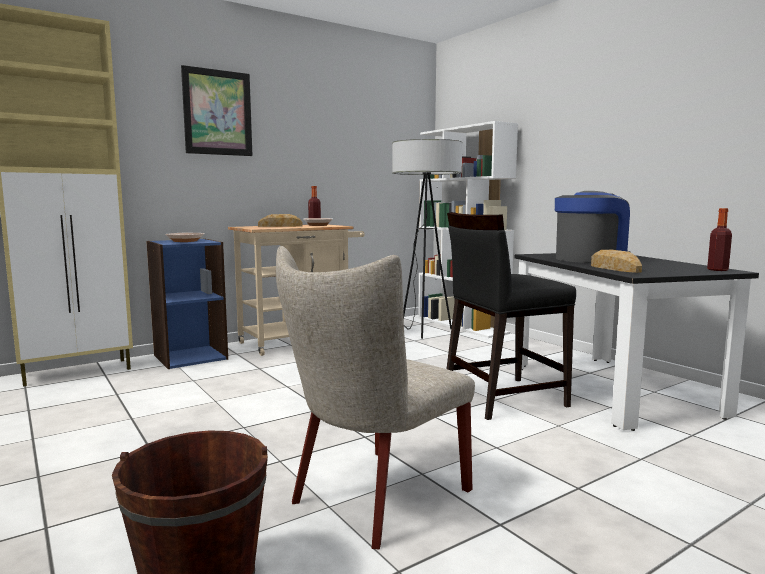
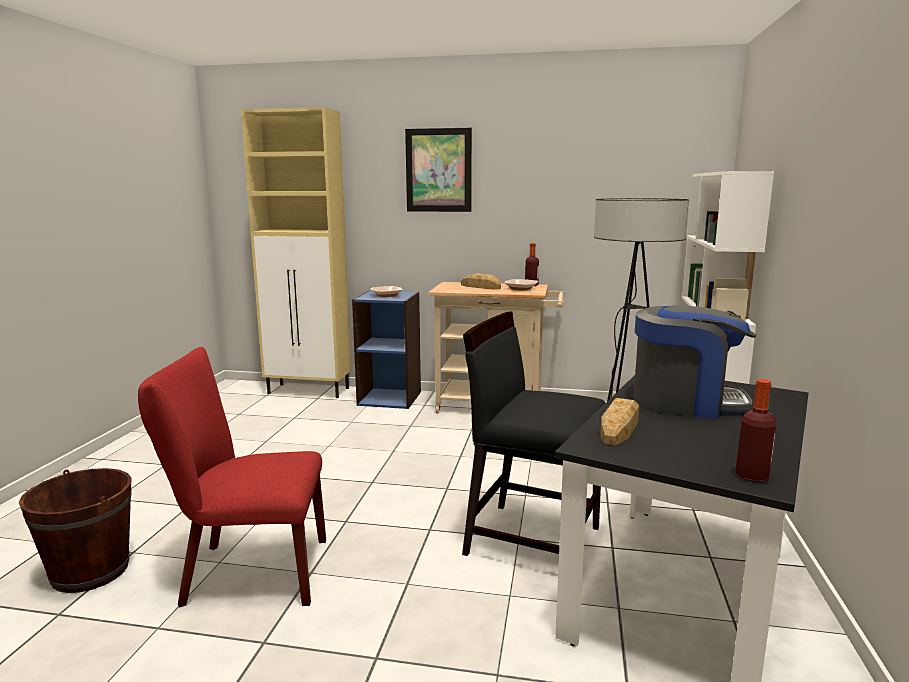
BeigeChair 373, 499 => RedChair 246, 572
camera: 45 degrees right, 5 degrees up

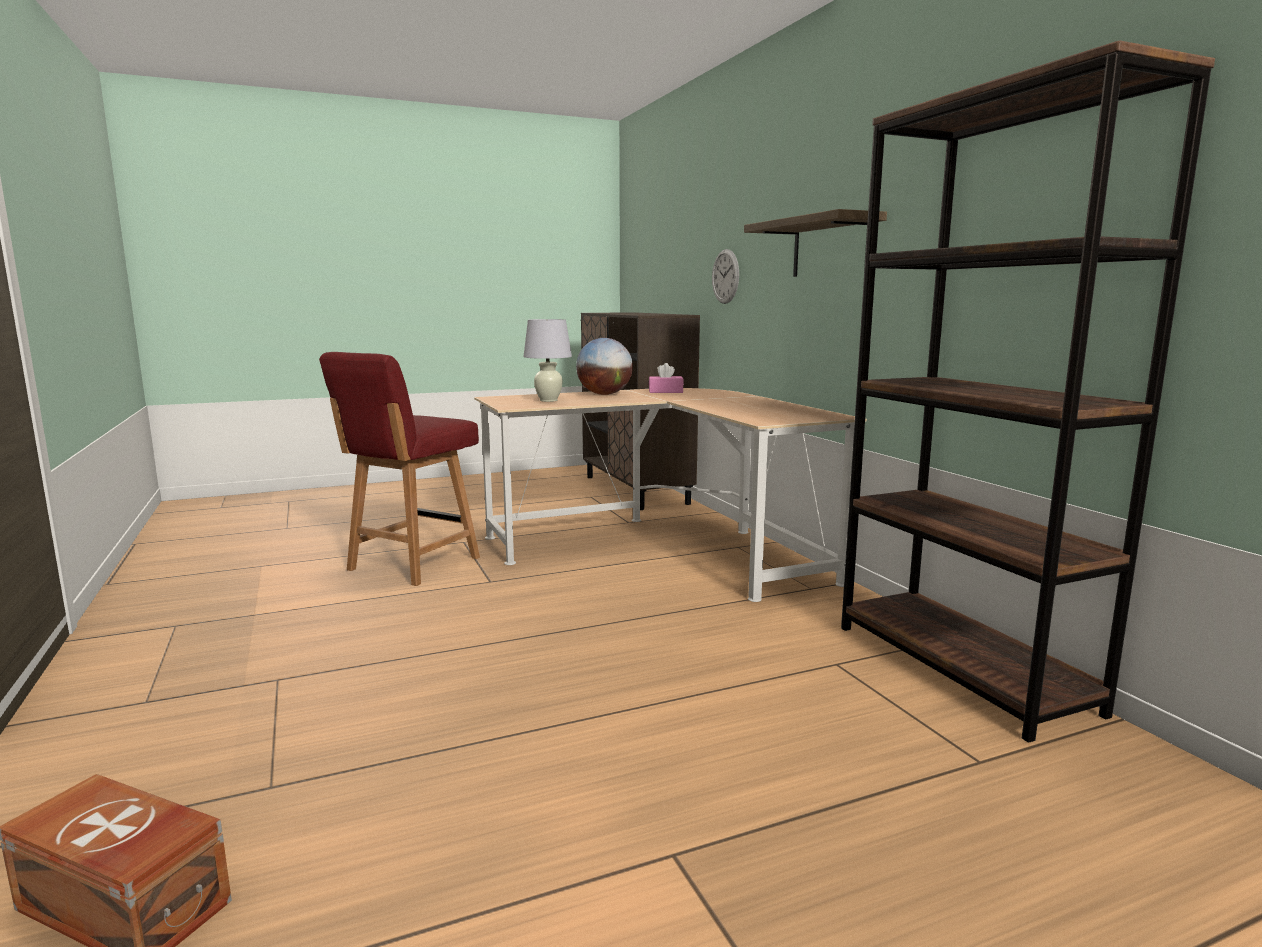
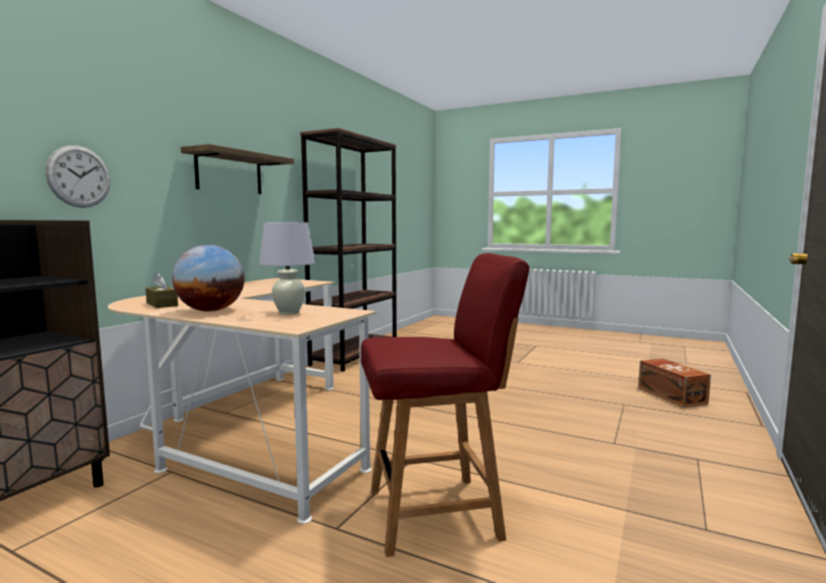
PinkTissueBox 665, 391 => BrownTissueBox 162, 304
camera: 130 degrees left, 5 degrees down

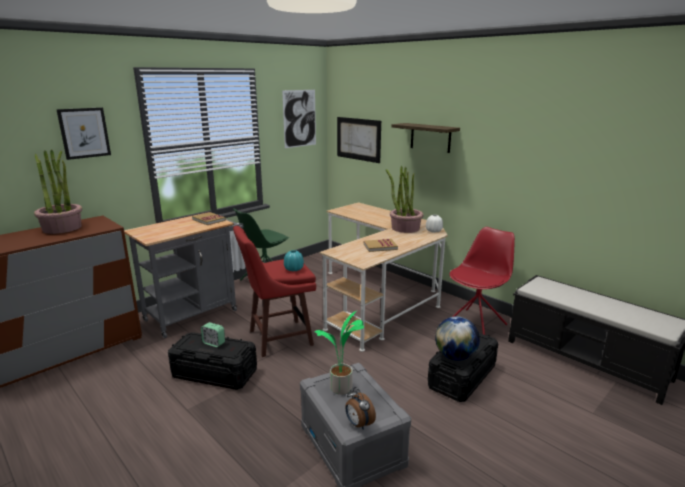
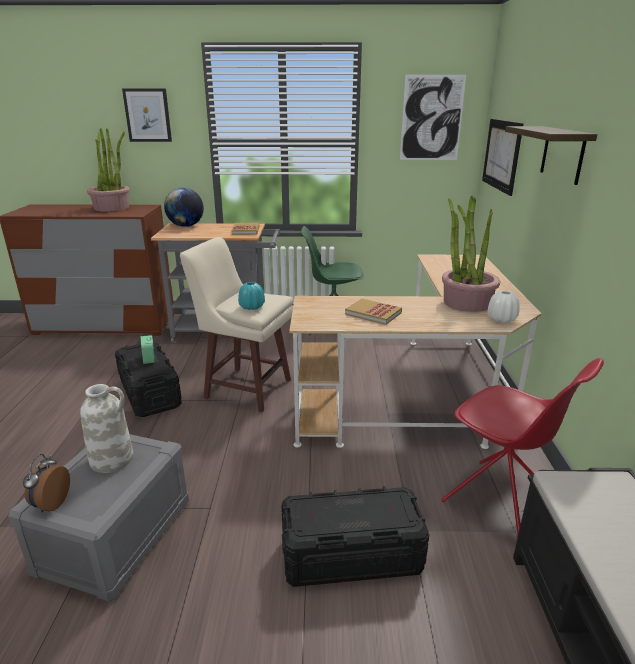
PottedPlant 341, 389 => WhiteVase 112, 459
Globe 455, 356 => Globe 186, 226, move
RedStool 278, 338 => BeigeStool 246, 388
RedChair 476, 324 => RedChair 500, 502, 45 degrees clockwise
camera: 45 degrees right, 5 degrees up

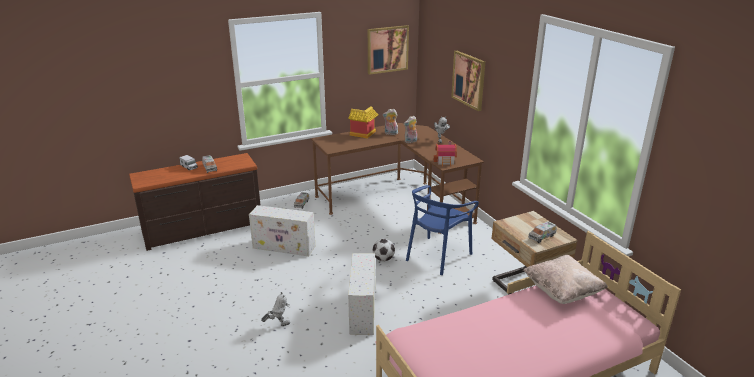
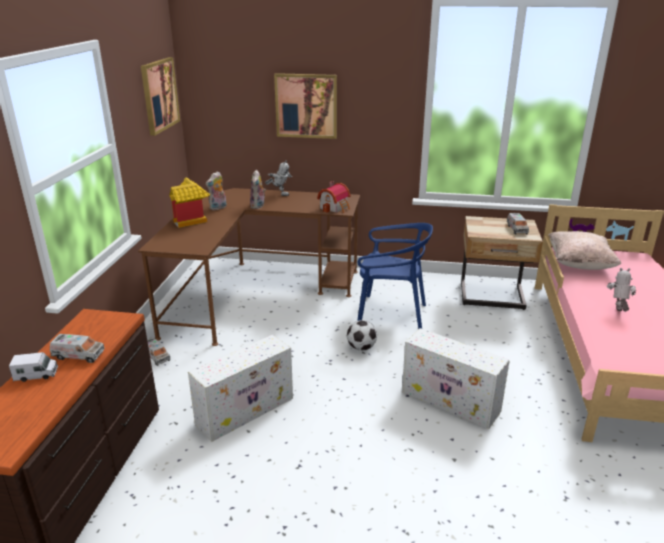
BlueChair 437, 256 => BlueChair 390, 314, 60 degrees counterclockwise
ToyRobot 278, 324 => ToyRobot 617, 312, move
camera: 55 degrees left, 0 degrees up

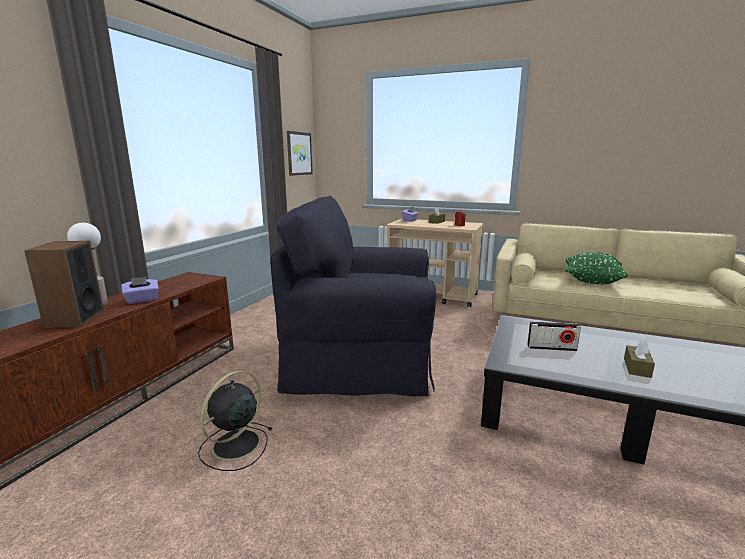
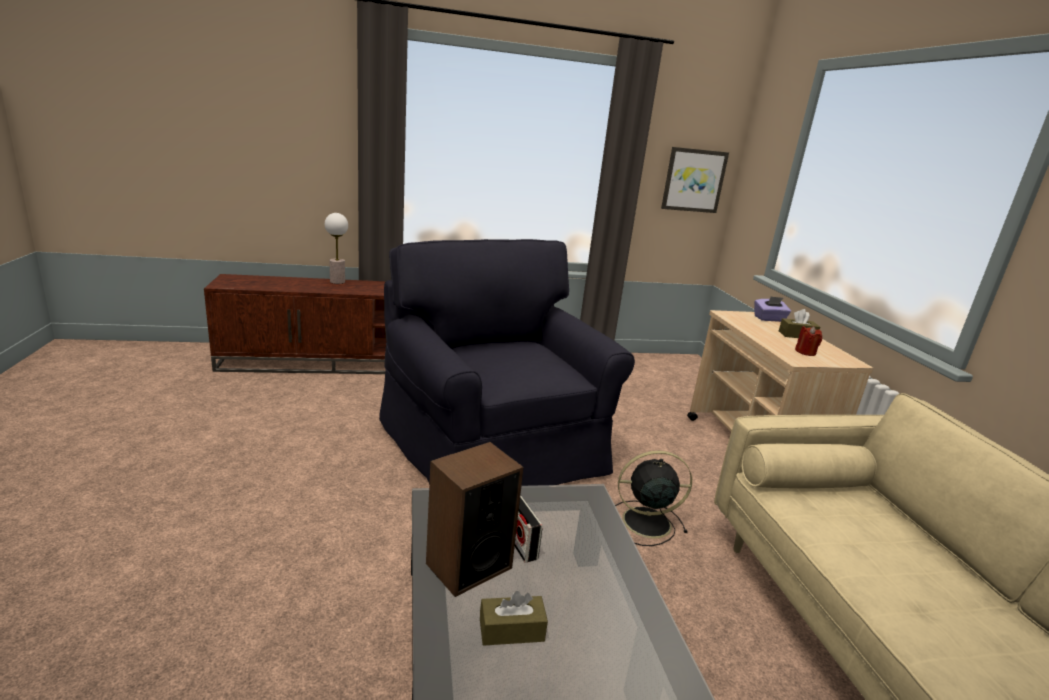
Speaker 74, 319 => Speaker 468, 565, move
BlackFan 234, 446 => BlackFan 644, 522, move
PurpleTissueBox 142, 300 => nothing
GreenPillow 592, 281 => nothing
camera: 55 degrees right, 5 degrees up

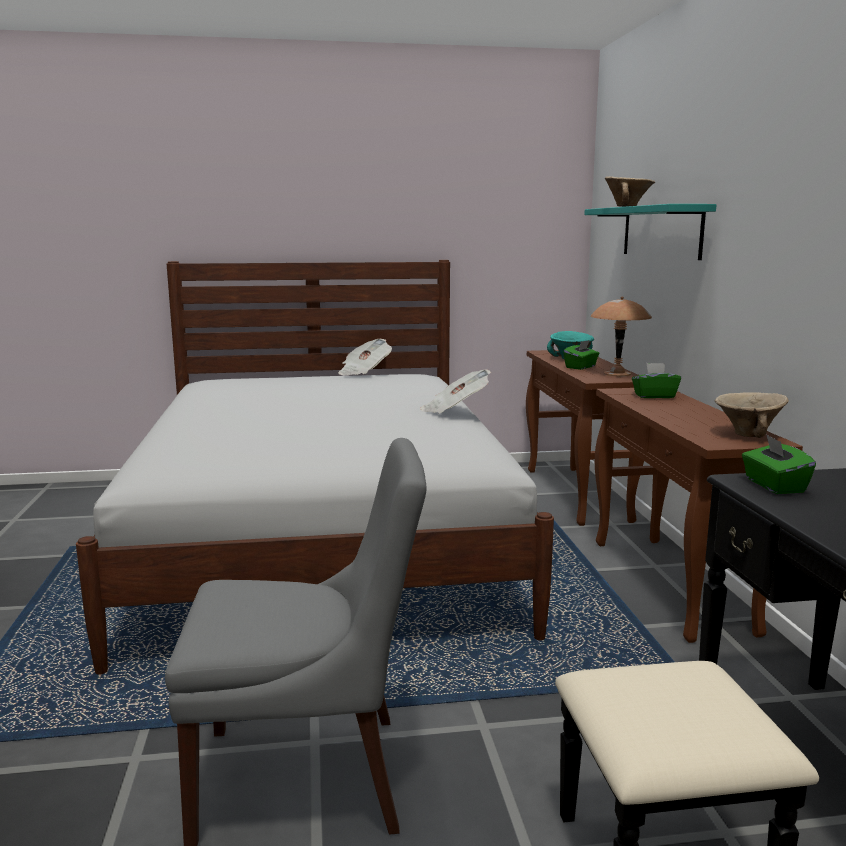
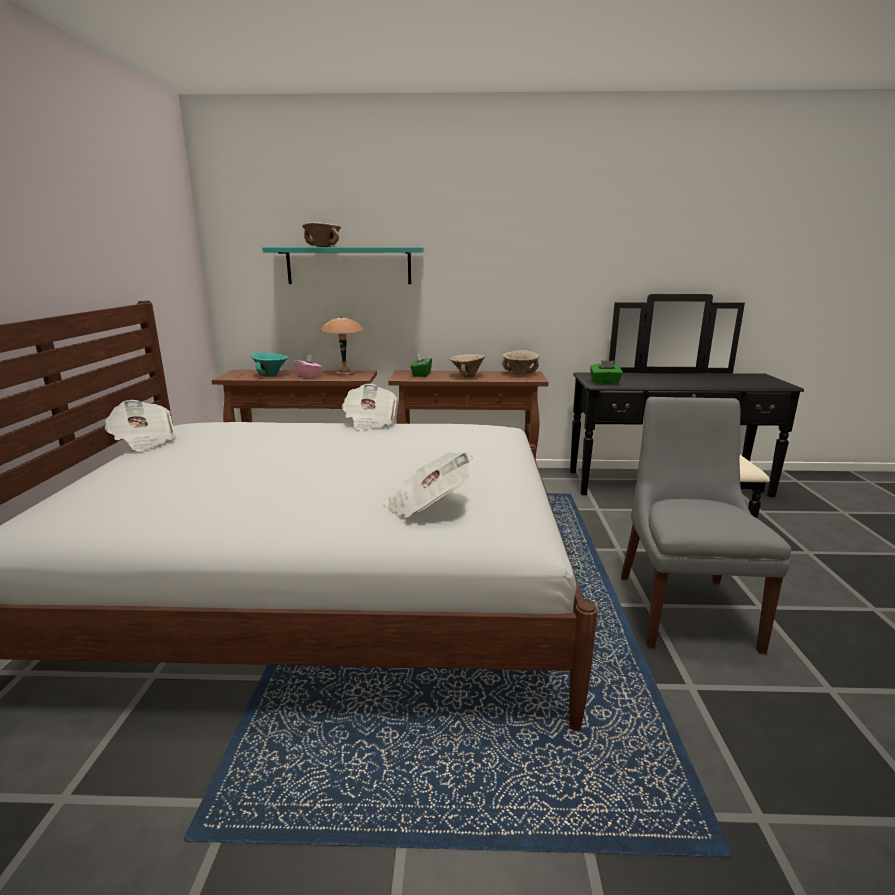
GreenTissueBox 581, 367 => PinkTissueBox 309, 376
nothing => Newspaper 427, 505
nothing => BeigeBowl 466, 376
camera: 80 degrees left, 5 degrees up

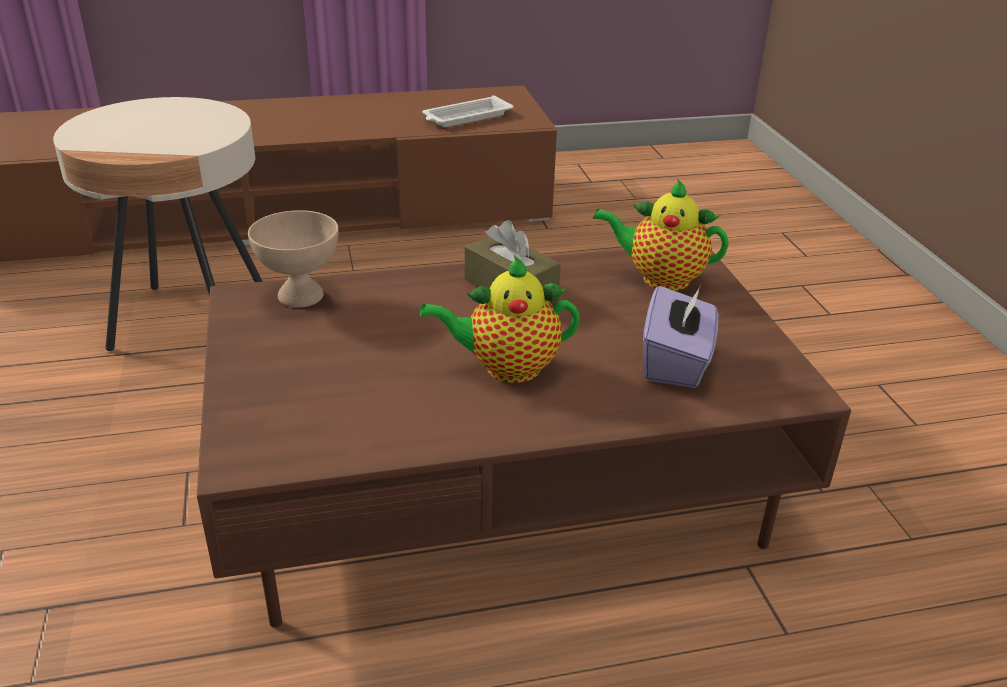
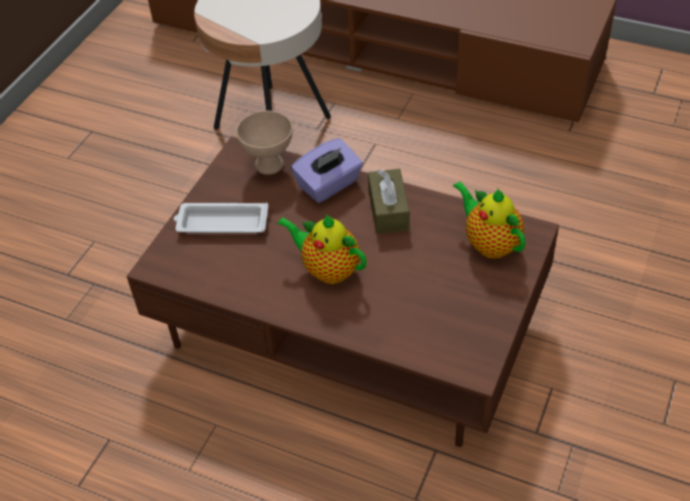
WhiteTray 466, 117 => WhiteTray 221, 223, move
PurpleTissueBox 676, 363 => PurpleTissueBox 329, 185, move
camera: 40 degrees right, 15 degrees up

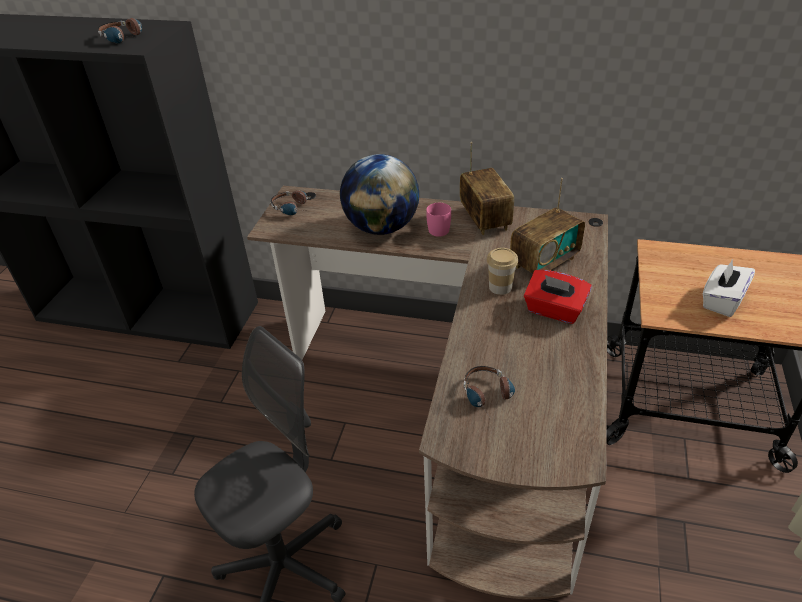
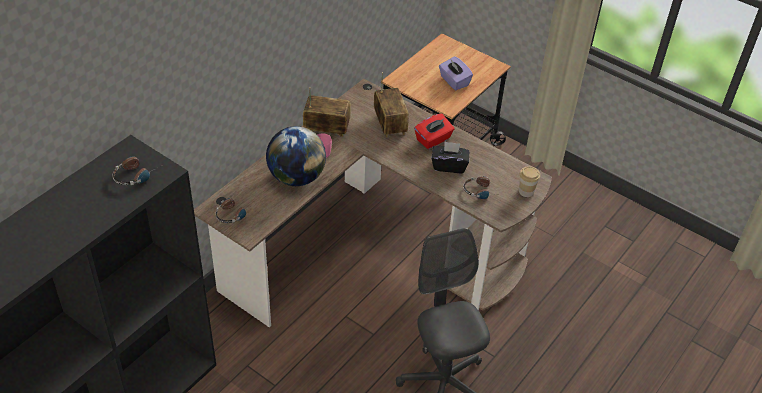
nothing => BlackTissueBox 449, 166
WhiteTissueBox 722, 300 => PurpleTissueBox 454, 81
Cup 500, 287 => Cup 526, 191, move
camera: 70 degrees left, 5 degrees up

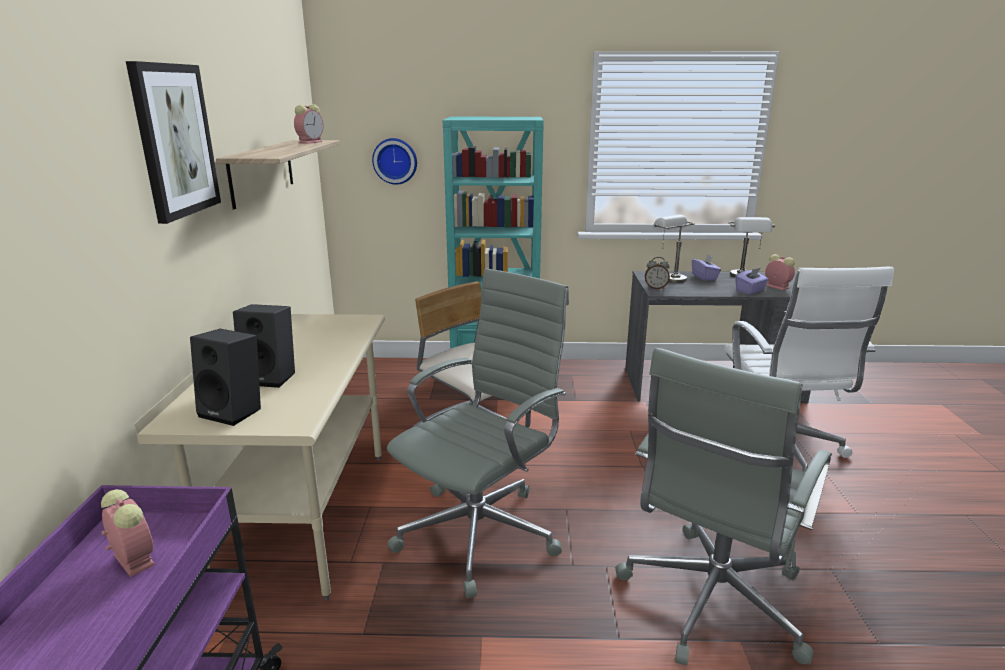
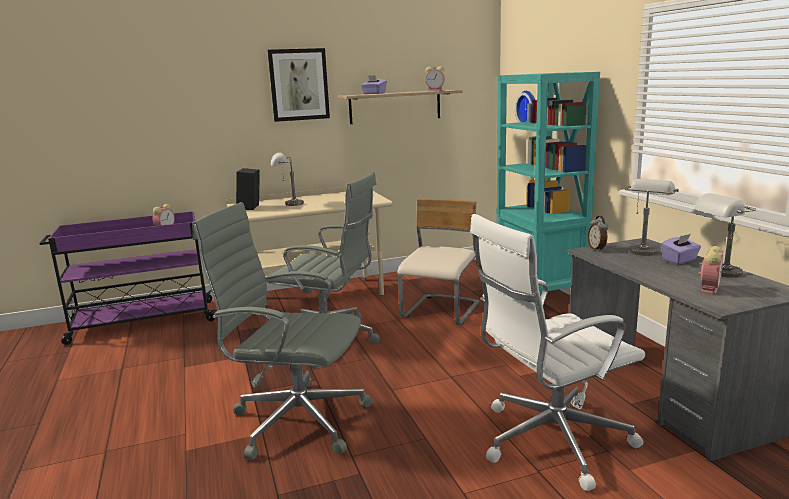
BlackSpeaker 272, 377 => GreyTableLamp 288, 204
PurpleTissueBox 750, 291 => PurpleTissueBox 374, 93, move
camera: 70 degrees right, 5 degrees down

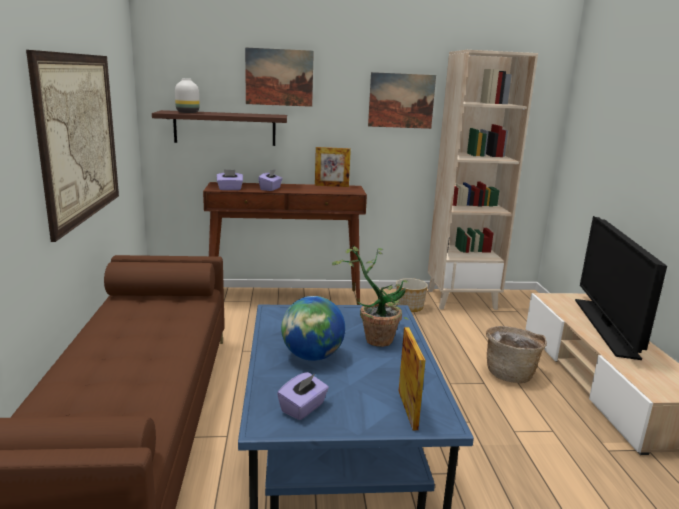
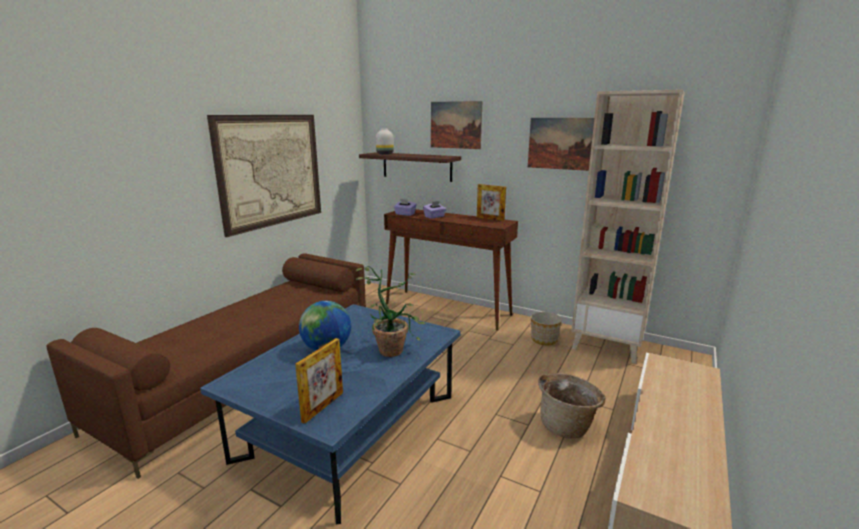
PurpleTissueBox 303, 408 => nothing
Television 606, 327 => nothing
camera: 35 degrees right, 0 degrees up

